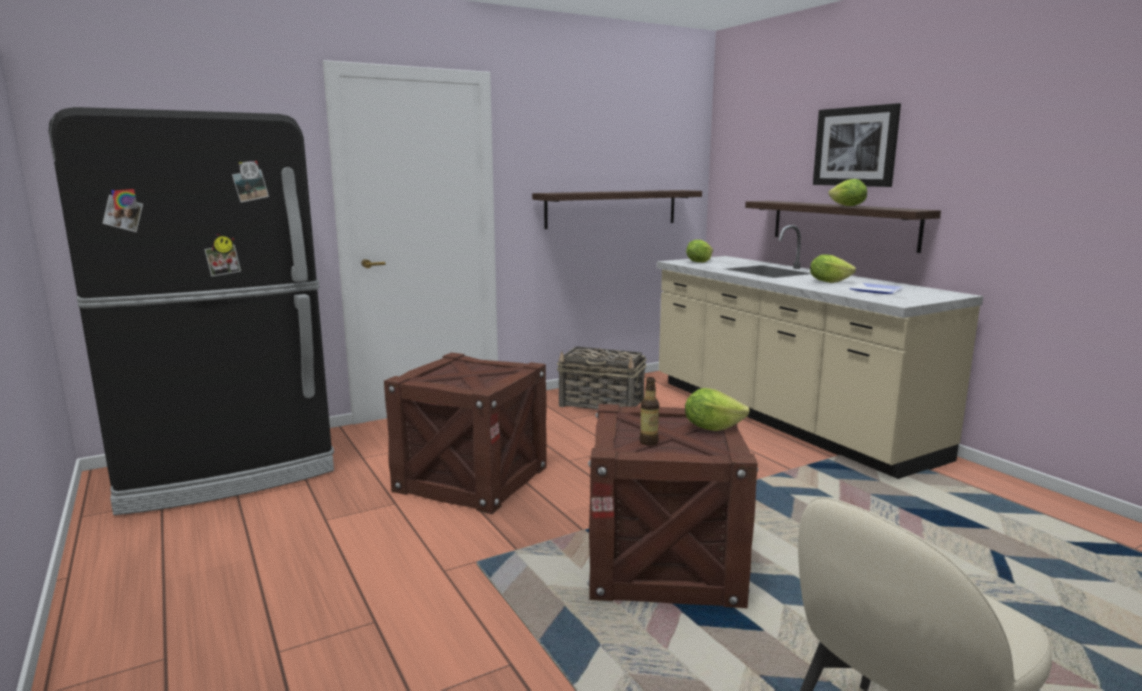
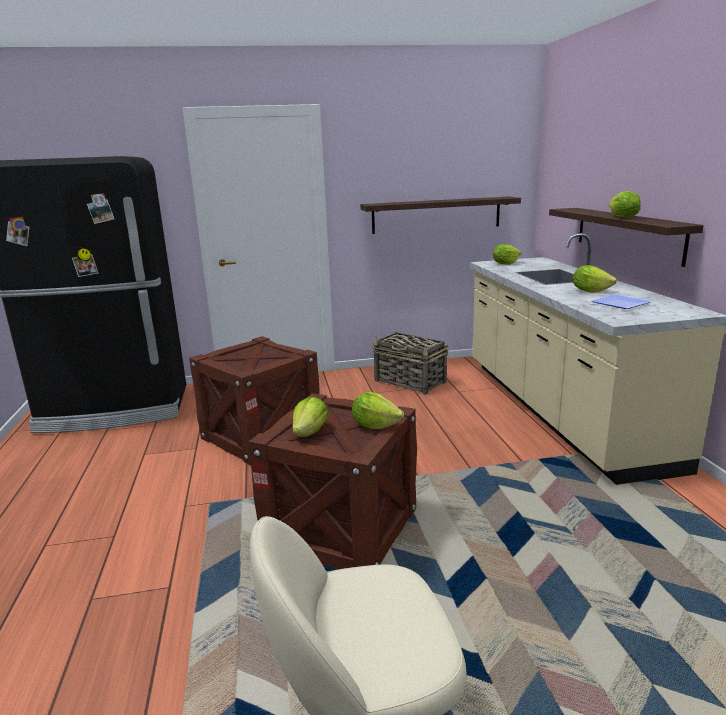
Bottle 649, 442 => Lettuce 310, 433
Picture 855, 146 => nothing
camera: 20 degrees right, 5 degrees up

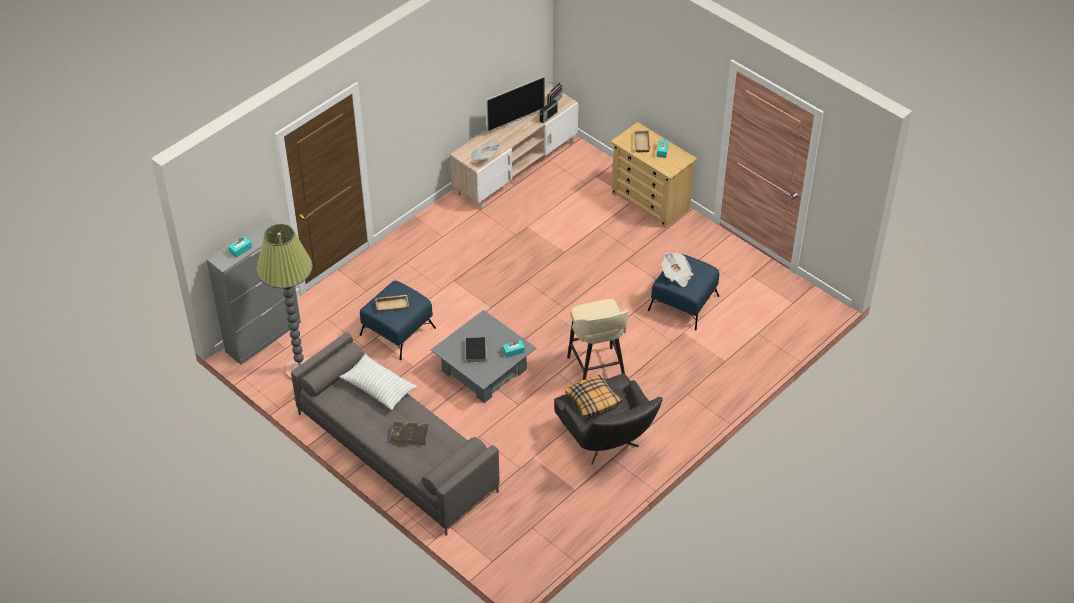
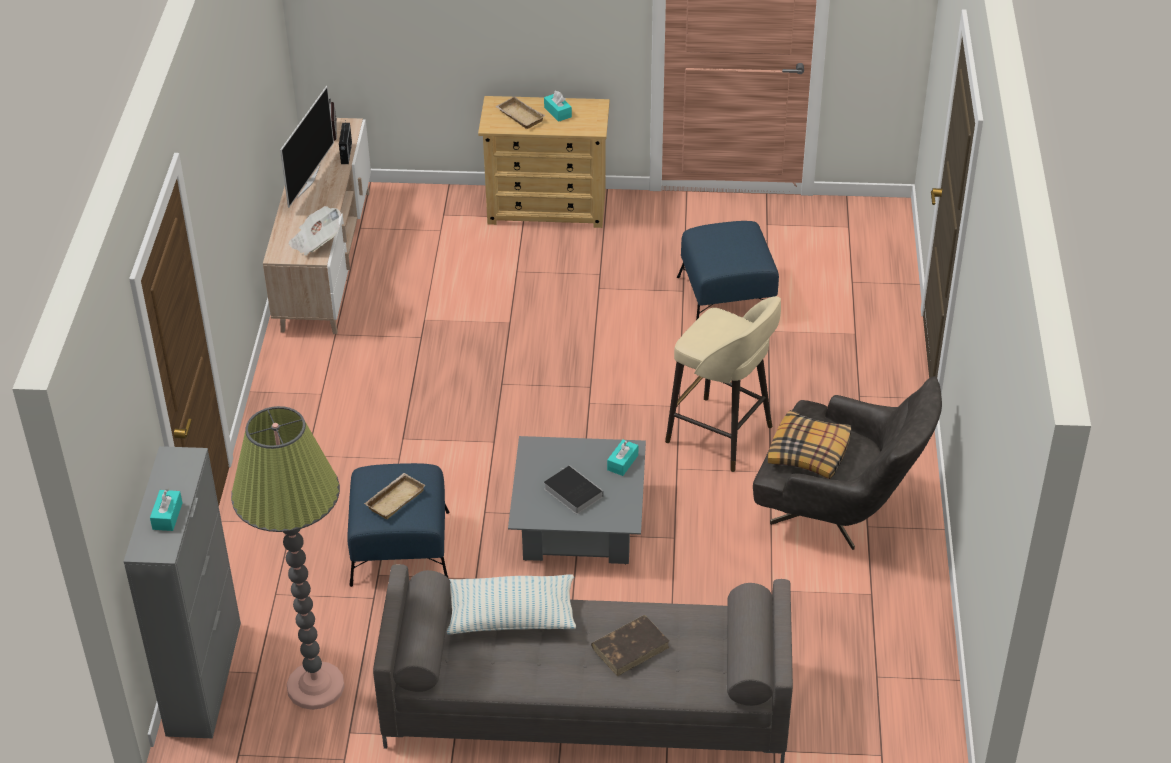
Newspaper 676, 275 => nothing
camera: 40 degrees left, 5 degrees down

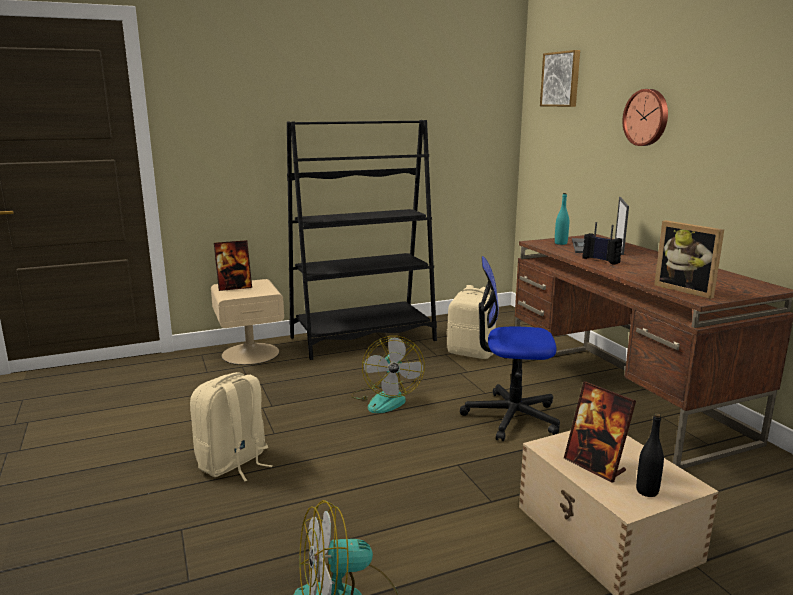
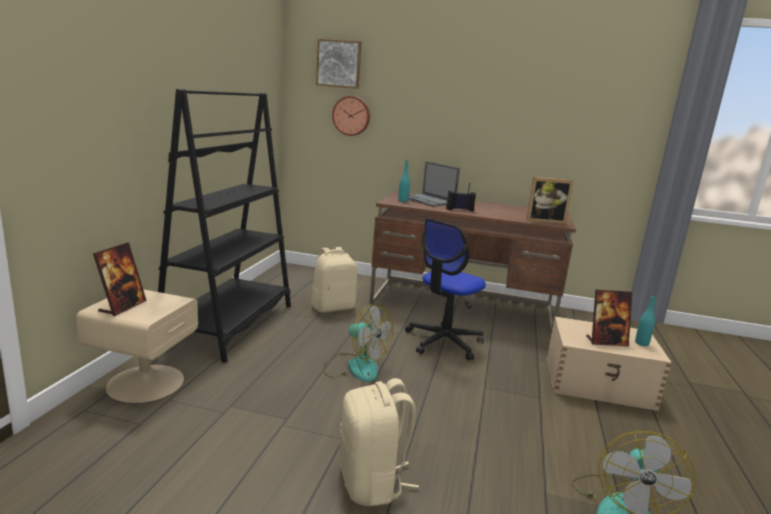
WallClock 647, 117 => WallClock 351, 116, move
BlackBottle 647, 491 => TurquoiseBottle 641, 343
camera: 55 degrees left, 0 degrees up

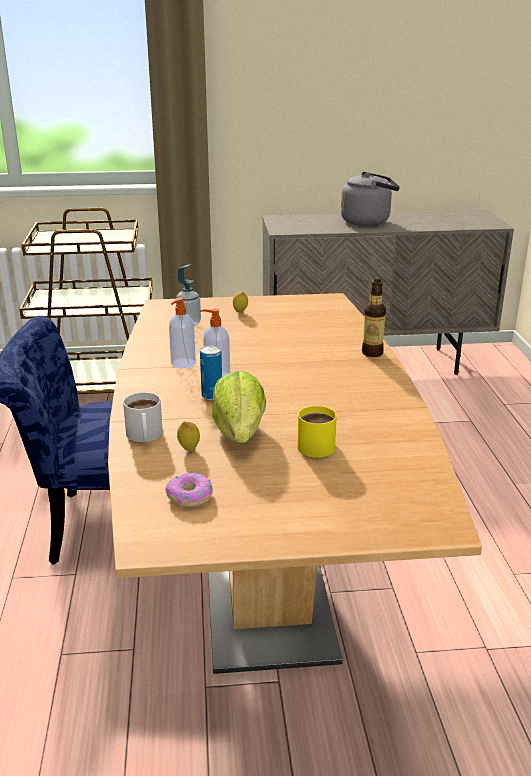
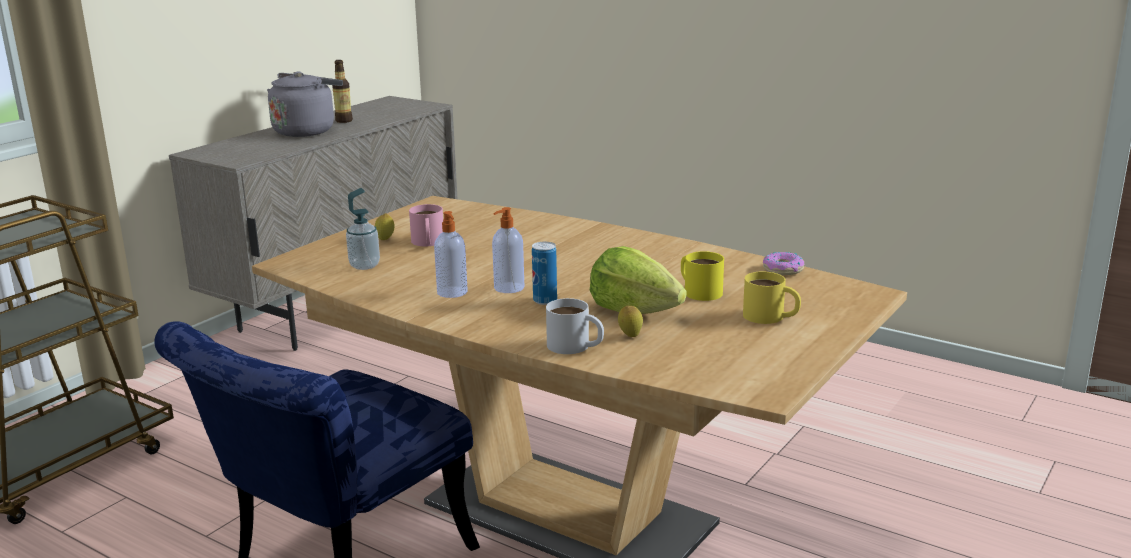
Bottle 372, 353 => Bottle 344, 121, move
nothing => PinkMug 428, 243
nothing => YellowMug 771, 317
Donut 189, 496 => Donut 782, 270, move
camera: 50 degrees left, 5 degrees down

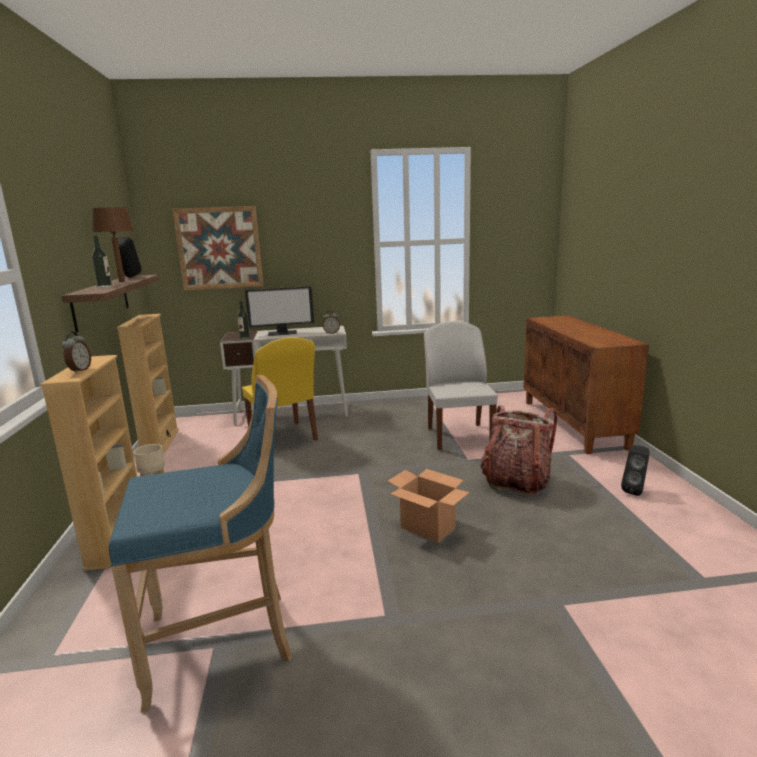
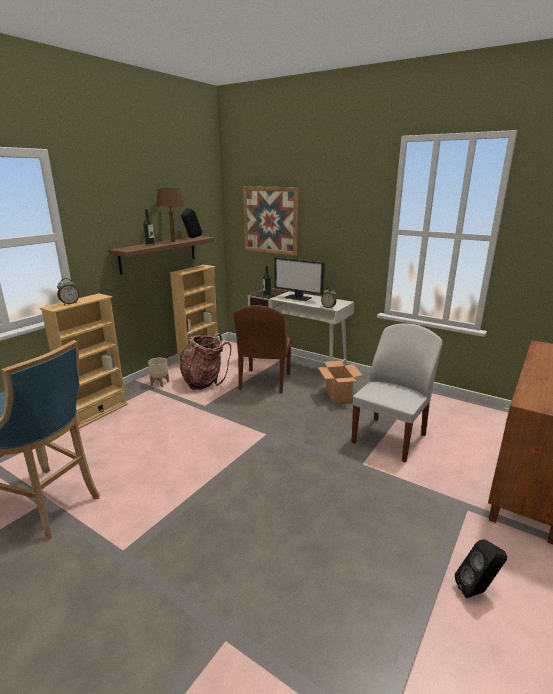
Backpack 516, 481 => Backpack 204, 381, move
YellowChair 283, 438 => BrownChair 264, 382
CardboardBox 428, 528 => CardboardBox 338, 396, move
camera: 40 degrees right, 5 degrees up

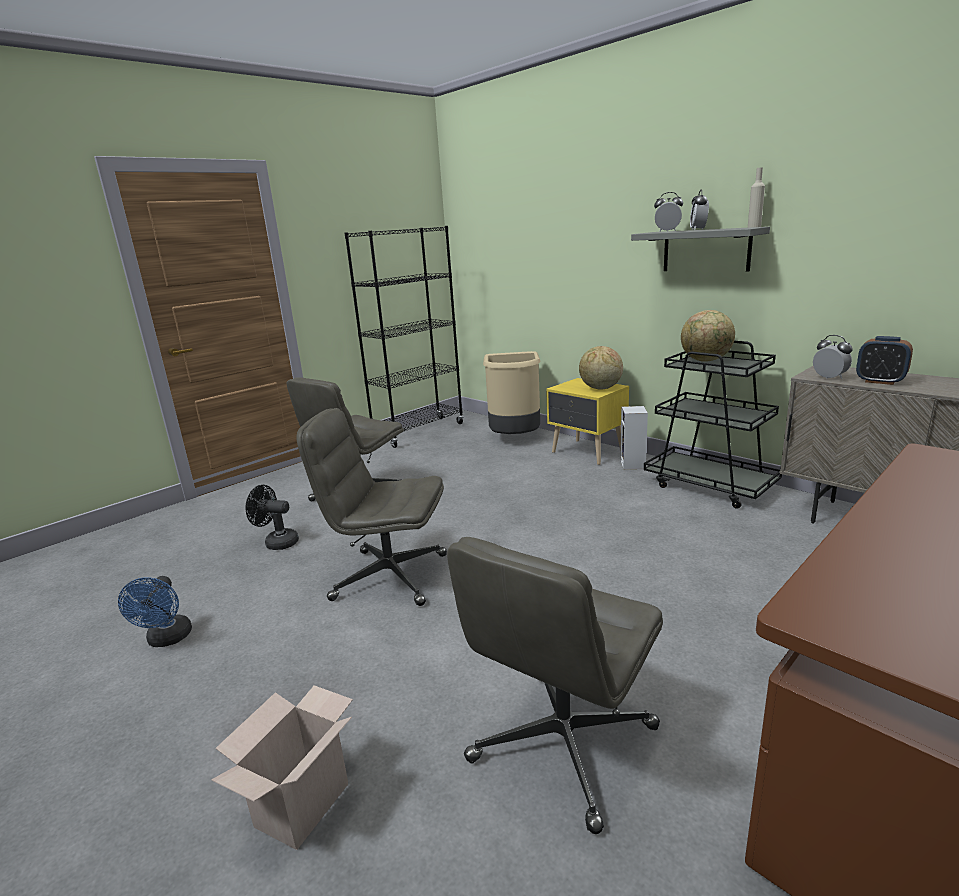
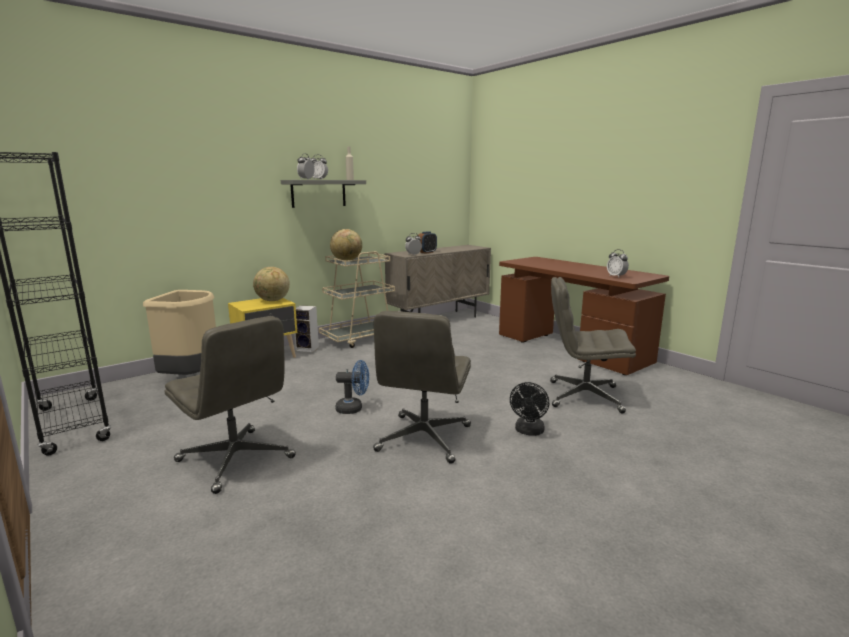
BlackCart 710, 485 => BeigeCart 361, 338
BlueFan 167, 640 => BlueFan 353, 409, move
BlackFan 277, 542 => BlackFan 528, 431, move
GreyOfficeChair 562, 745 => GreyOfficeChair 583, 396, 150 degrees clockwise
nothing => AlarmClock 616, 276
CardboardBox 302, 802 => nothing
camera: 85 degrees left, 5 degrees down

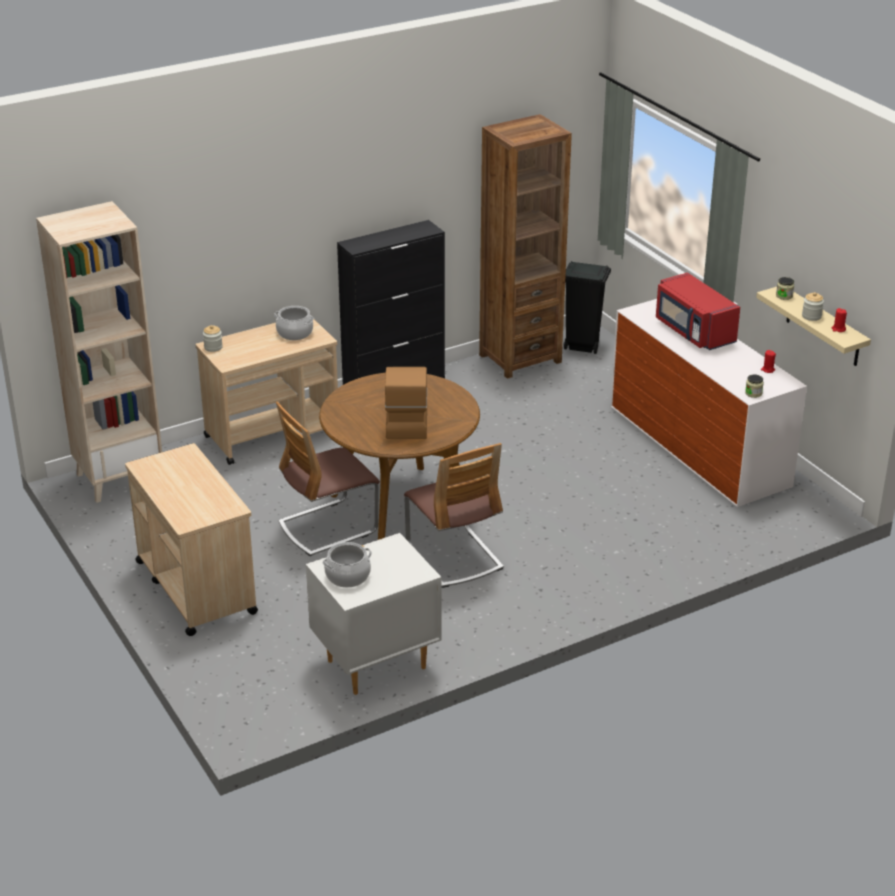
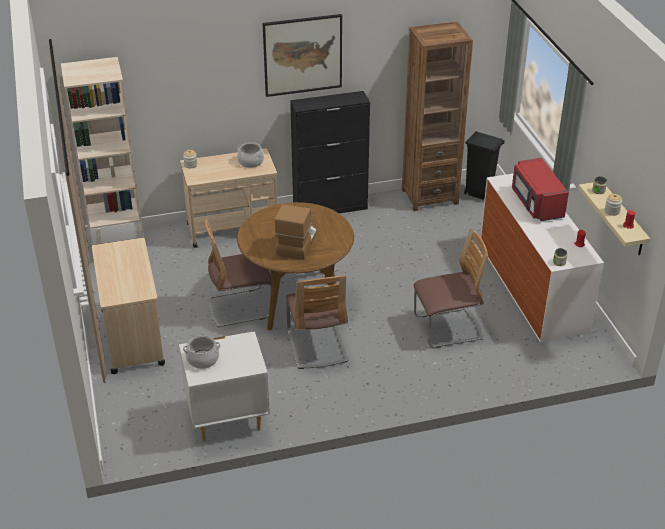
nothing => Picture 302, 55
nothing => Chair 447, 328
camera: 15 degrees right, 5 degrees up

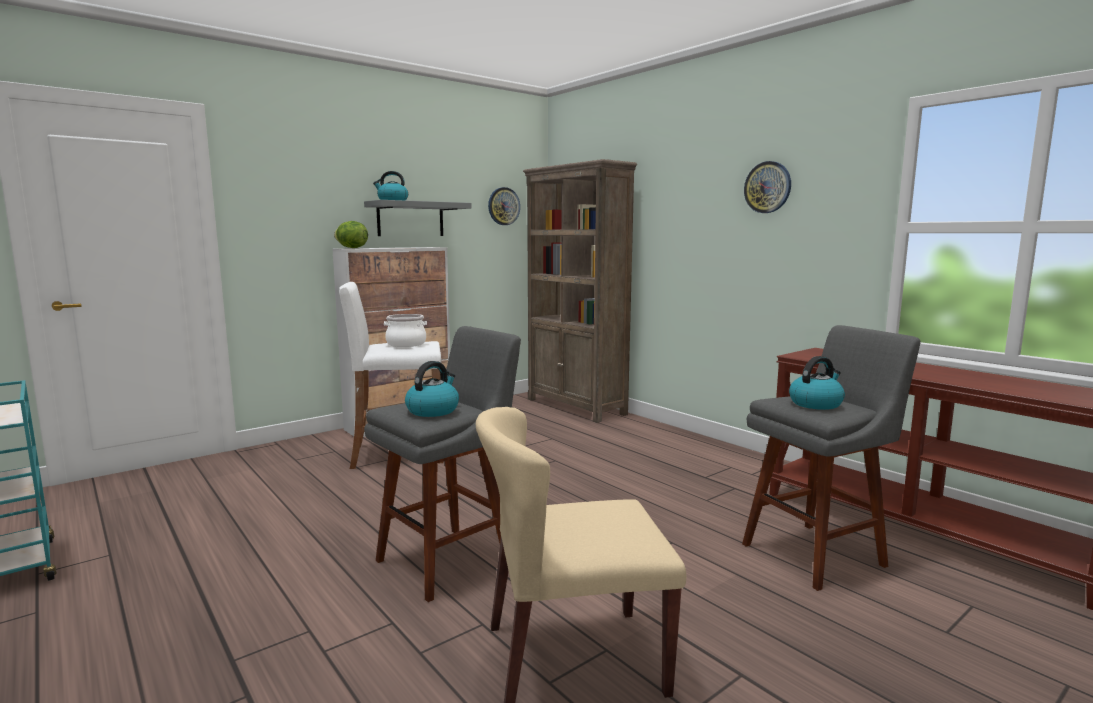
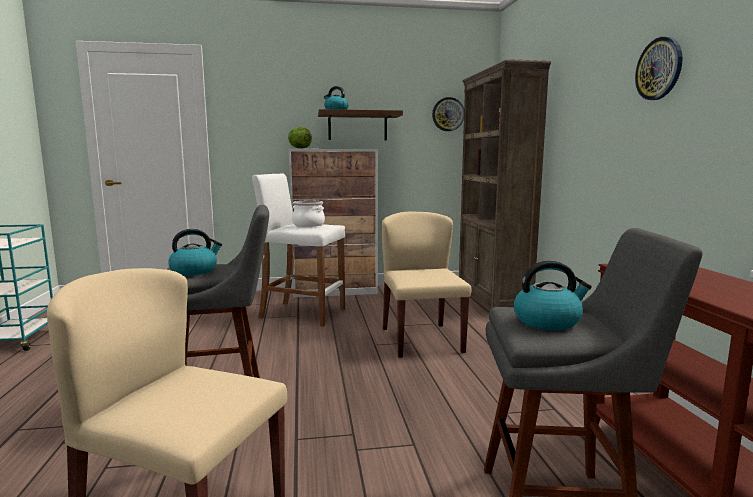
GreyShelf 410, 219 => BrownShelf 357, 126
nothing => BeigeChair 421, 339
camera: 30 degrees right, 0 degrees up

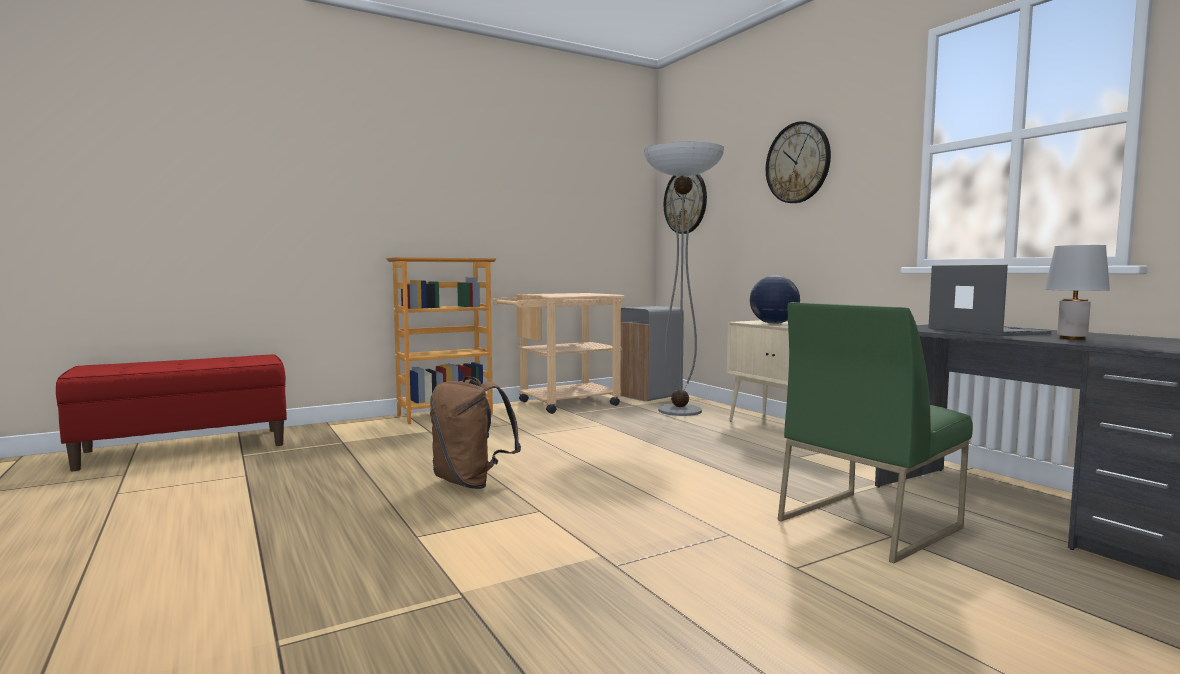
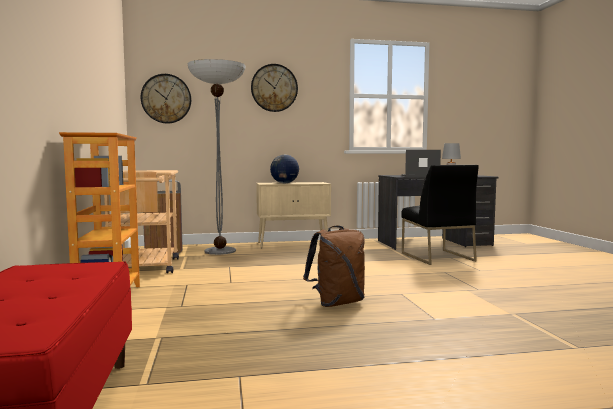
GreenChair 868, 523 => BlackChair 436, 257
camera: 70 degrees left, 0 degrees up

